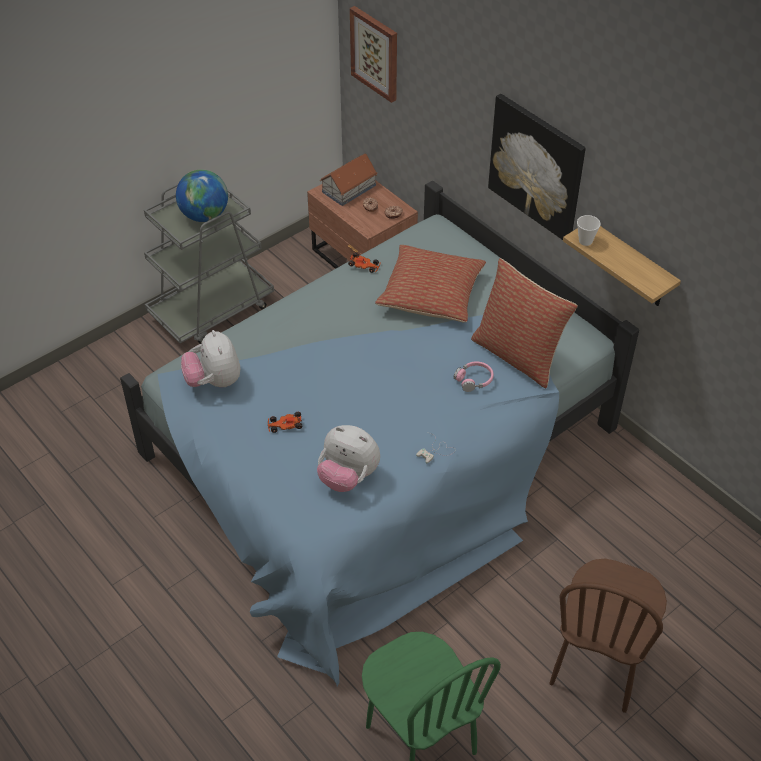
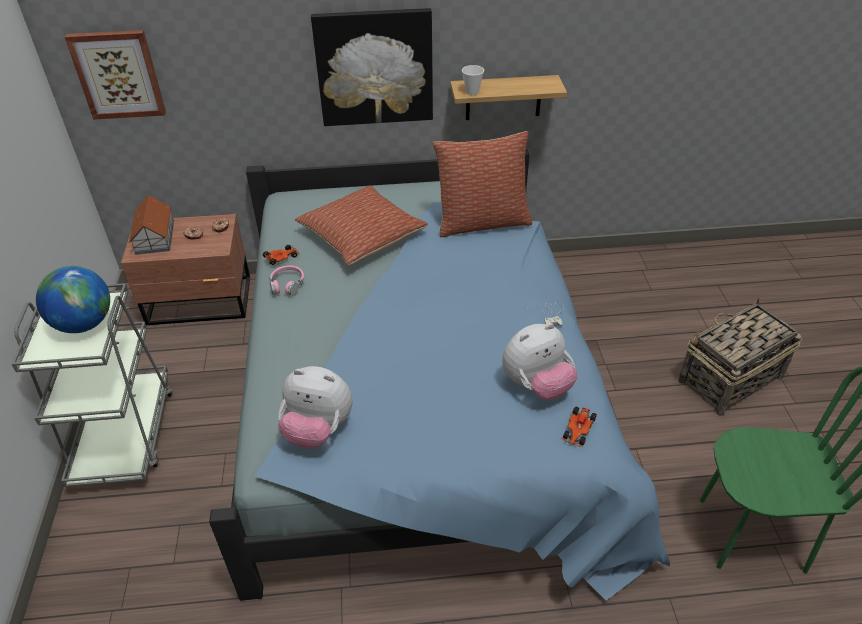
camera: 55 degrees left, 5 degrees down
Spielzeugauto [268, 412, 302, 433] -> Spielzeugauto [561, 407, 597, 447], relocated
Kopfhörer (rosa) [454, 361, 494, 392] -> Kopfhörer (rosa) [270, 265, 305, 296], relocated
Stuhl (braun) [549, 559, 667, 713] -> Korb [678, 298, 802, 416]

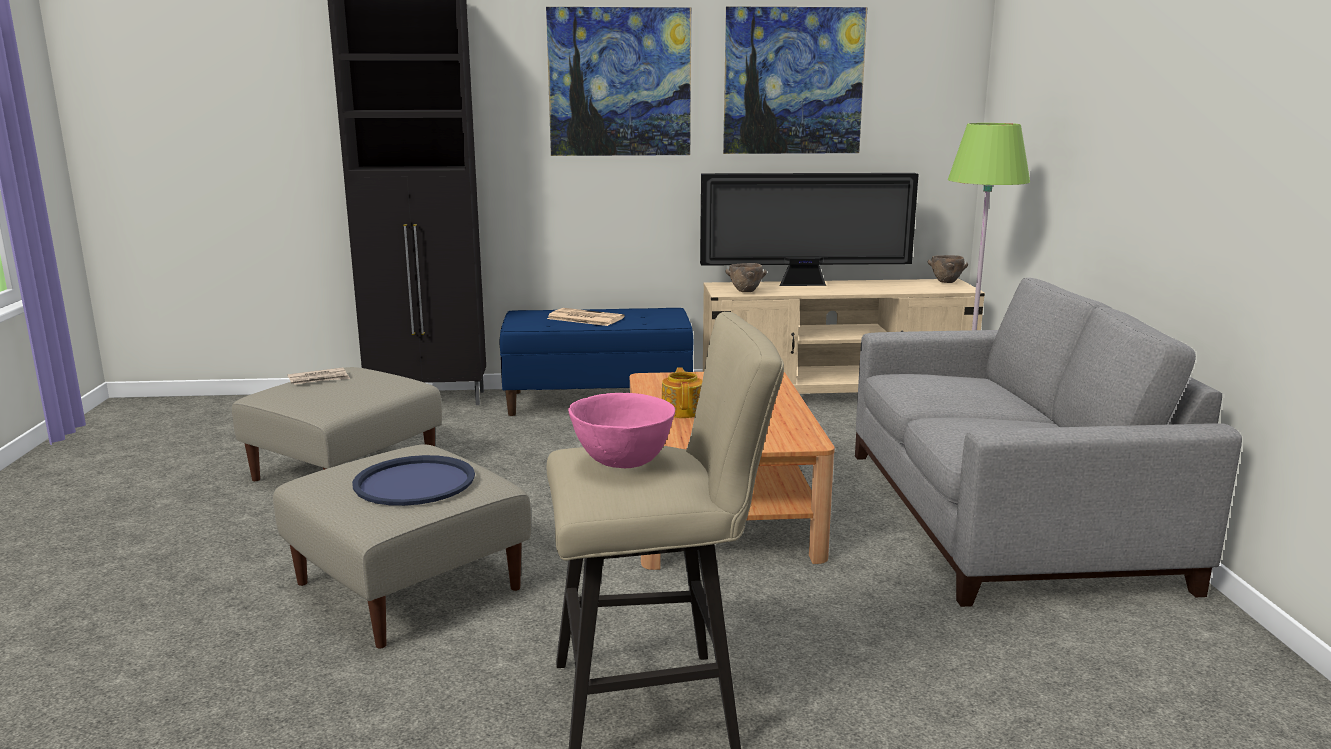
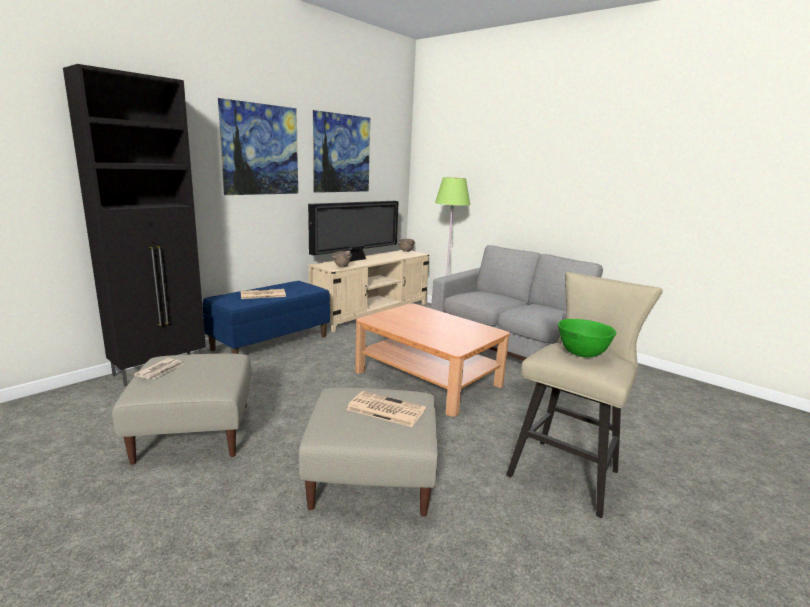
camera: 45 degrees left, 0 degrees up
Tablett (blau) [352, 455, 475, 506] -> Zeitung [346, 391, 426, 427]
Schüssel (rosa) [568, 393, 675, 468] -> Schüssel (grün) [558, 319, 616, 358]
Teekanne [662, 367, 703, 418] -> none

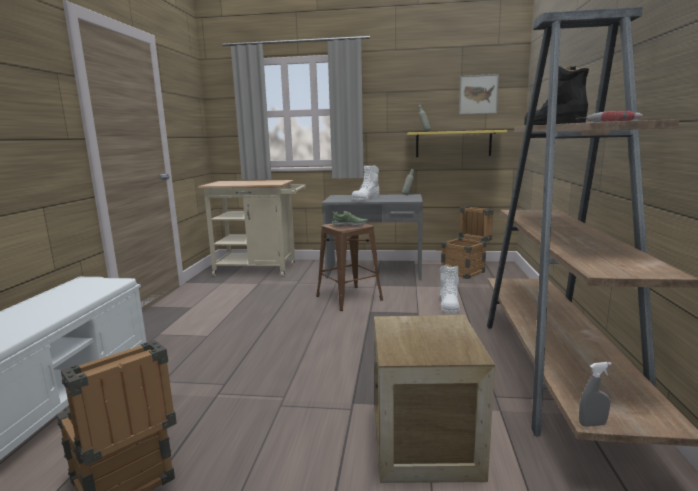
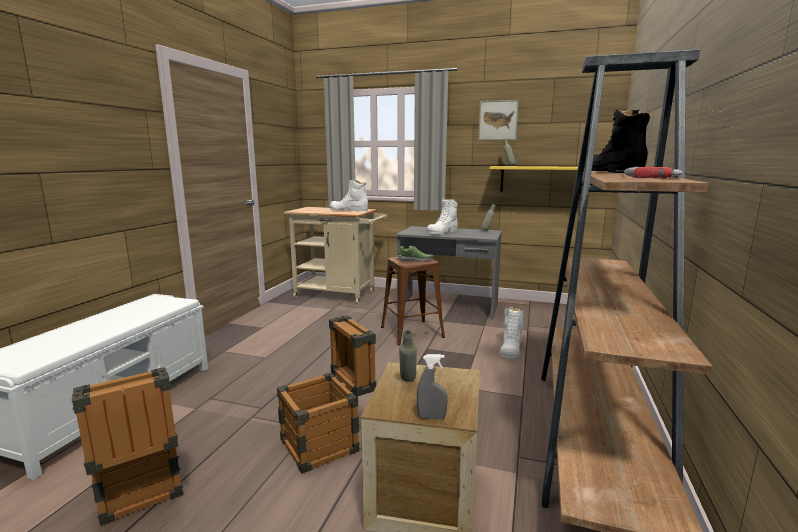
camera: 10 degrees right, 0 degrees up
Kiste [441, 206, 494, 279] -> Kiste [277, 315, 376, 474], relocated
Bild [459, 74, 499, 115] -> Bild [478, 100, 519, 140], relocated
Sprühflasche (grau) [579, 362, 612, 427] -> Sprühflasche (grau) [417, 354, 448, 420], relocated
none -> Stiefel (weiß) [330, 180, 368, 211]
none -> Flasche (grau) [399, 330, 417, 382]

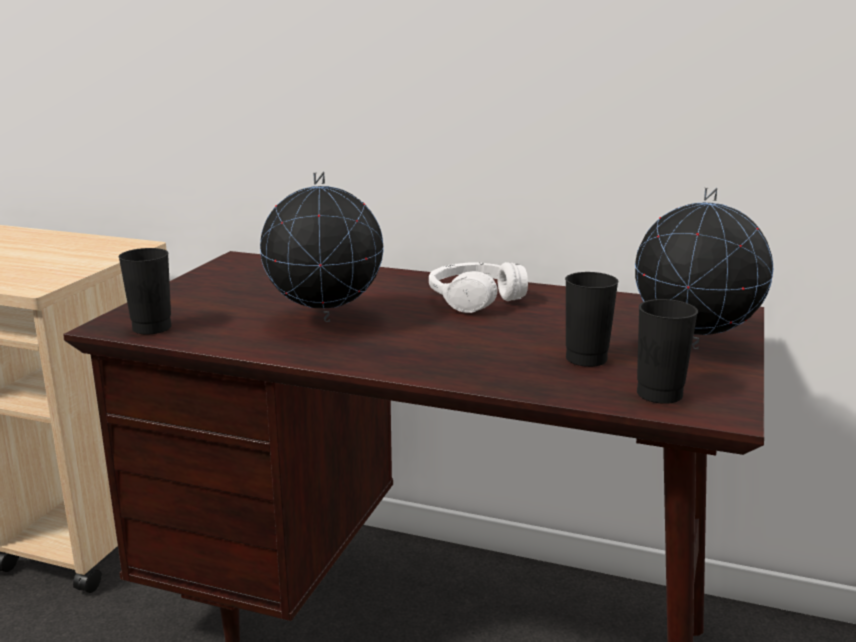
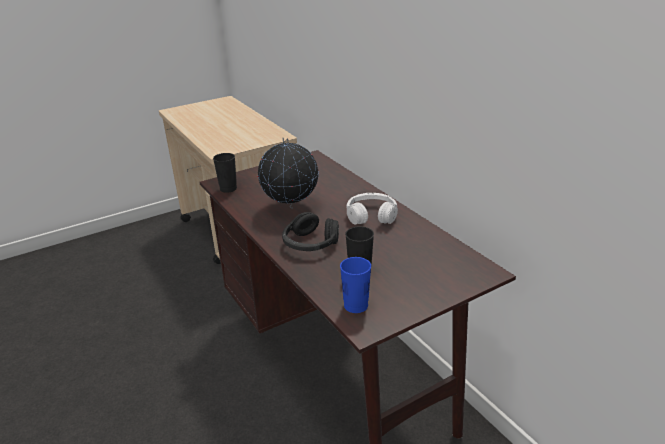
camera: 40 degrees right, 10 degrees up
Globus [635, 188, 773, 349] -> none
Tasse (schwarz) [637, 299, 698, 404] -> Tasse (blau) [340, 257, 371, 313]
none -> Kopfhörer (schwarz) [282, 212, 339, 251]

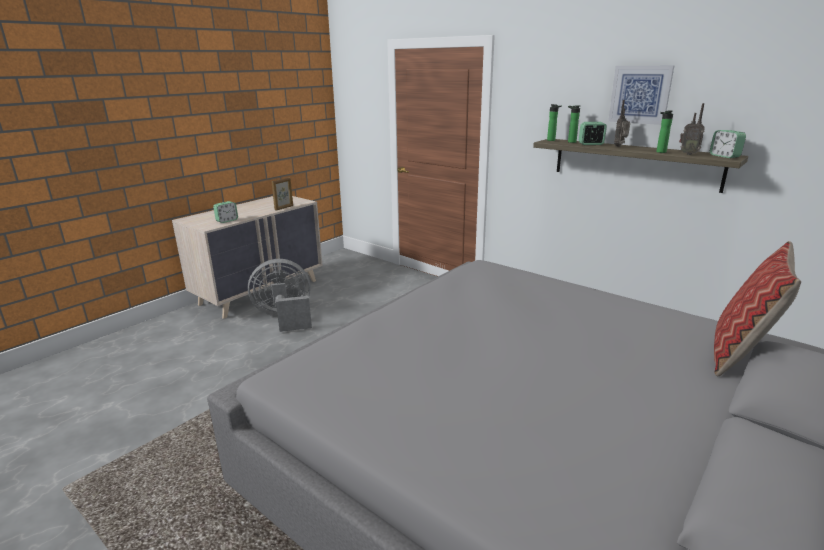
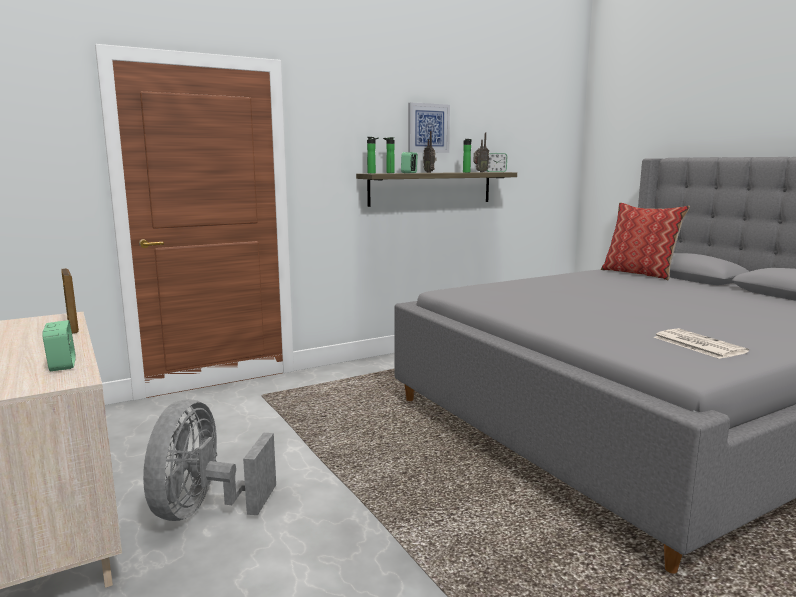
camera: 70 degrees left, 10 degrees down
none -> Zeitung [654, 328, 749, 359]

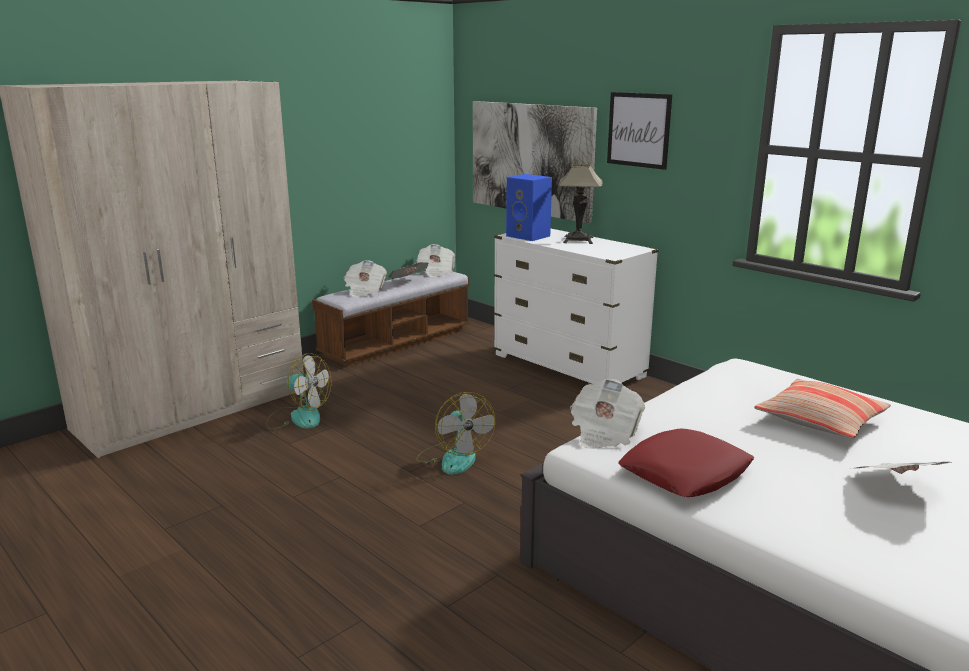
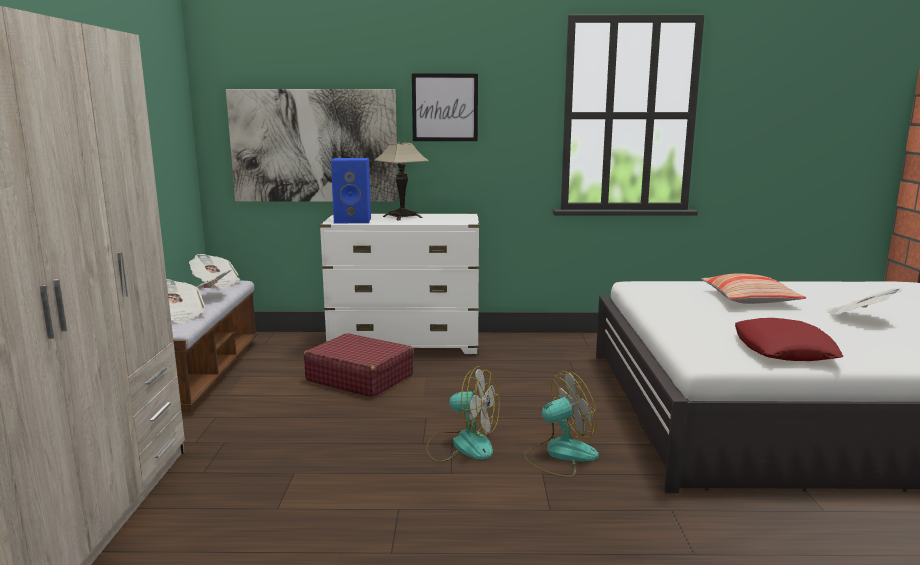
camera: 45 degrees left, 5 degrees down
Ventilator [266, 353, 332, 429] -> Ventilator [524, 371, 599, 477], relocated
Zeitung [570, 379, 645, 449] -> none
none -> Koffer (rot) [304, 333, 414, 397]

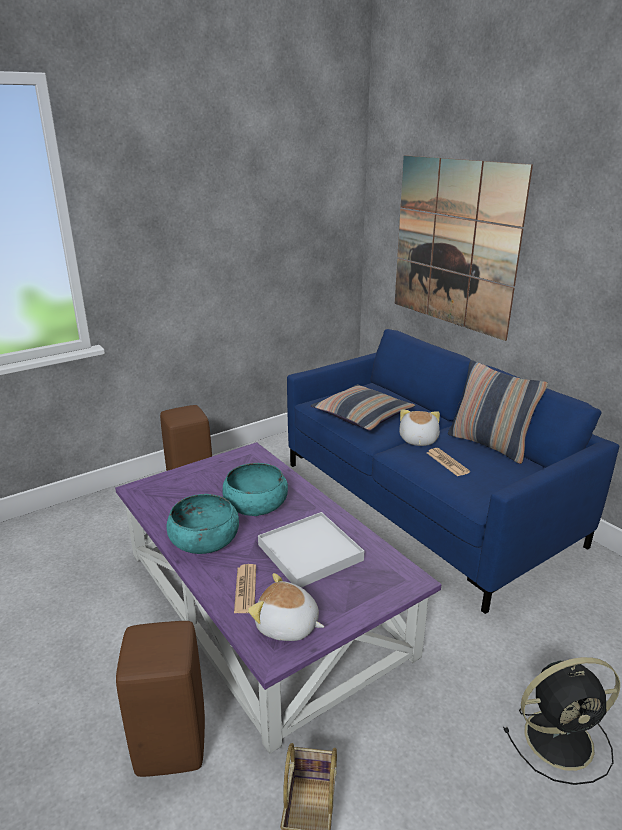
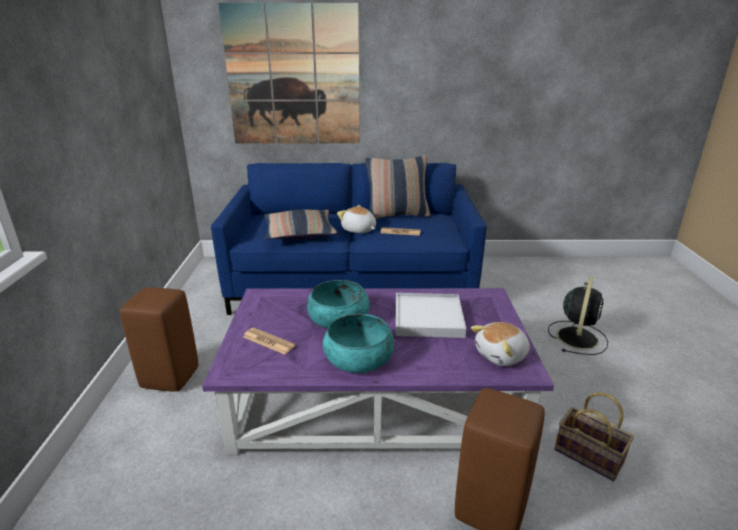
camera: 55 degrees left, 0 degrees up
Zeitung [234, 564, 256, 613] -> Zeitung [243, 328, 296, 355], relocated

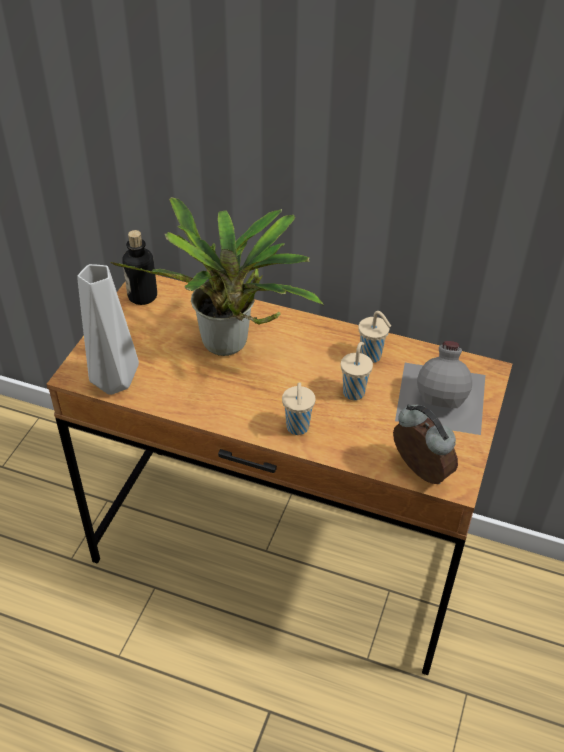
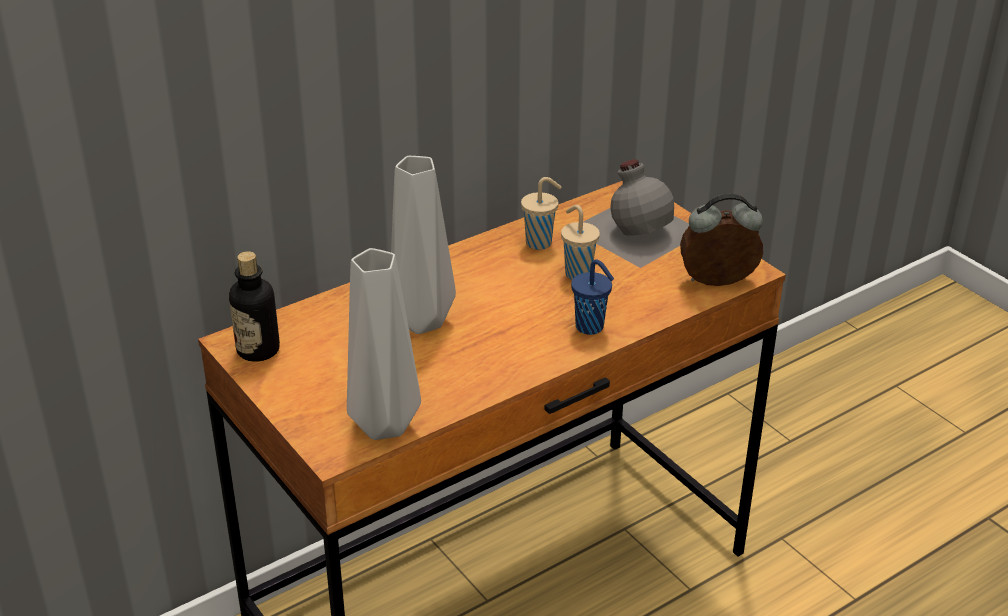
camera: 55 degrees left, 10 degrees down
Topfpflanze [110, 197, 324, 356] -> Vase (grau) [391, 156, 456, 334]
Tasse (beige) [282, 382, 316, 435] -> Tasse (blau) [571, 260, 614, 335]

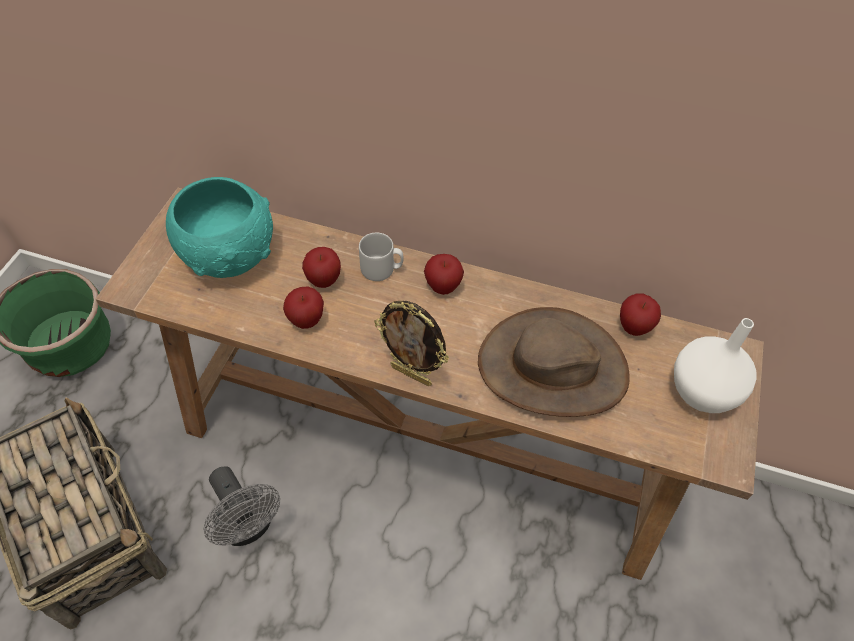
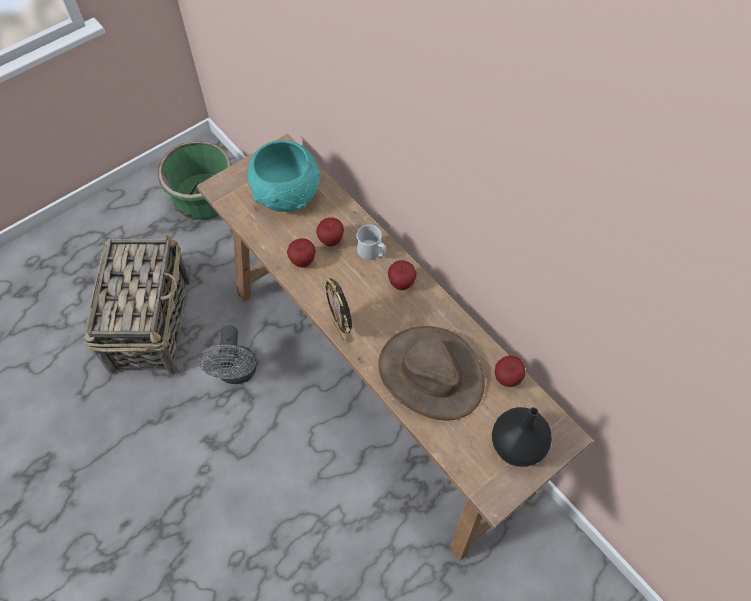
camera: 35 degrees right, 5 degrees up
Vase (weiß) [674, 318, 757, 413] -> Vase (schwarz) [492, 407, 552, 467]

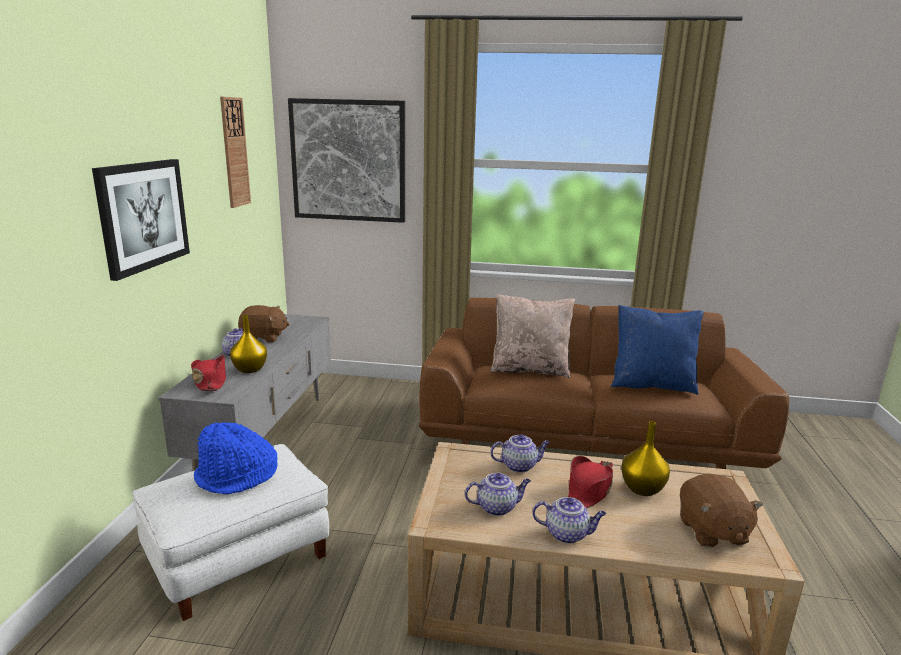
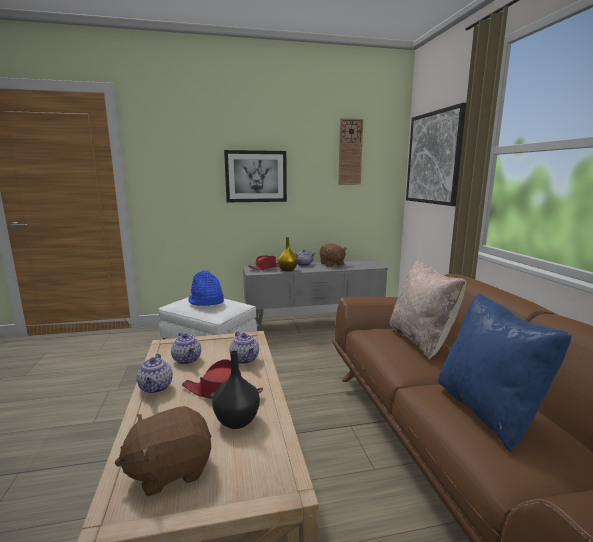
camera: 70 degrees right, 5 degrees down
Vase (gelb) [621, 421, 670, 496] -> Vase (schwarz) [212, 351, 260, 429]

